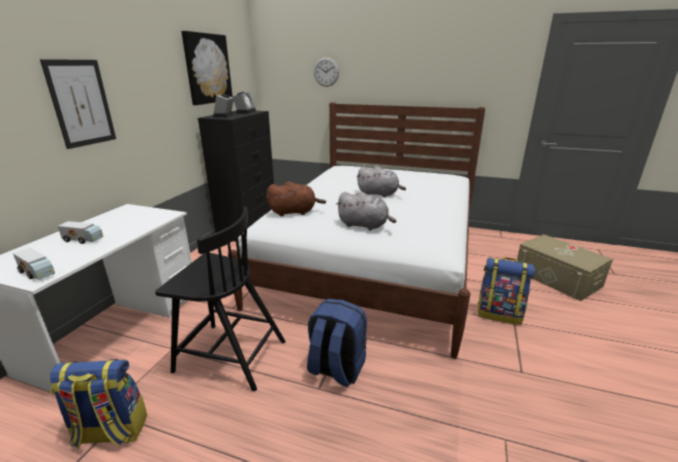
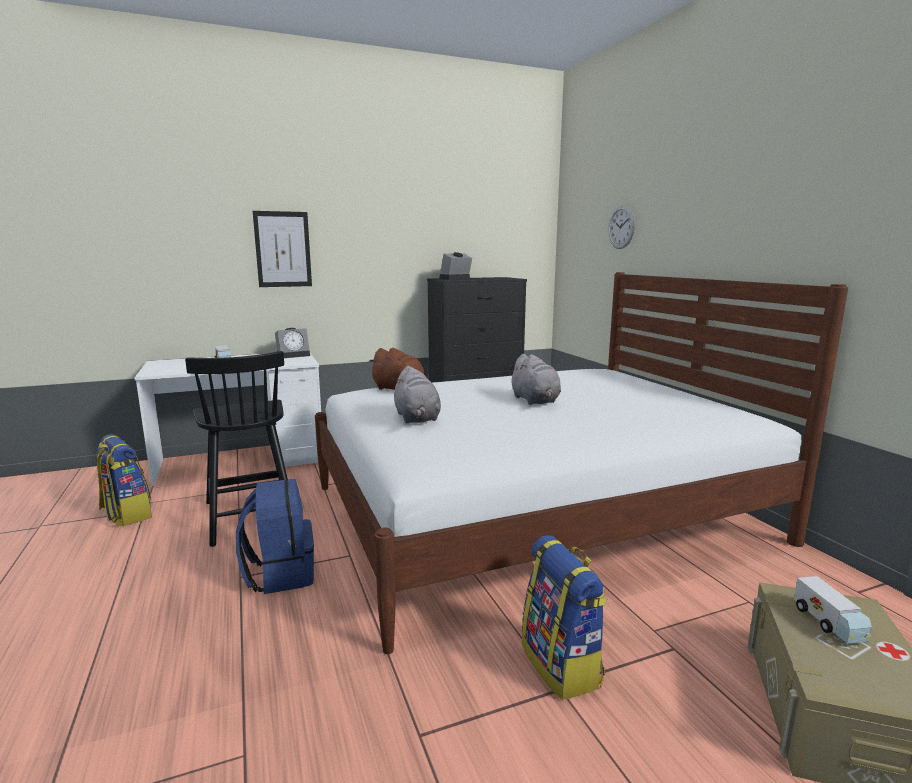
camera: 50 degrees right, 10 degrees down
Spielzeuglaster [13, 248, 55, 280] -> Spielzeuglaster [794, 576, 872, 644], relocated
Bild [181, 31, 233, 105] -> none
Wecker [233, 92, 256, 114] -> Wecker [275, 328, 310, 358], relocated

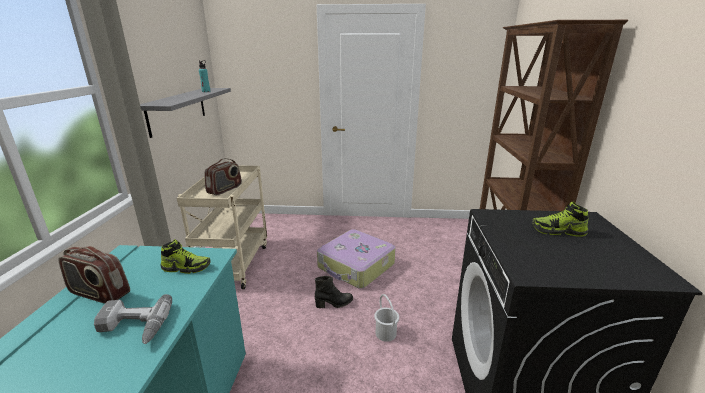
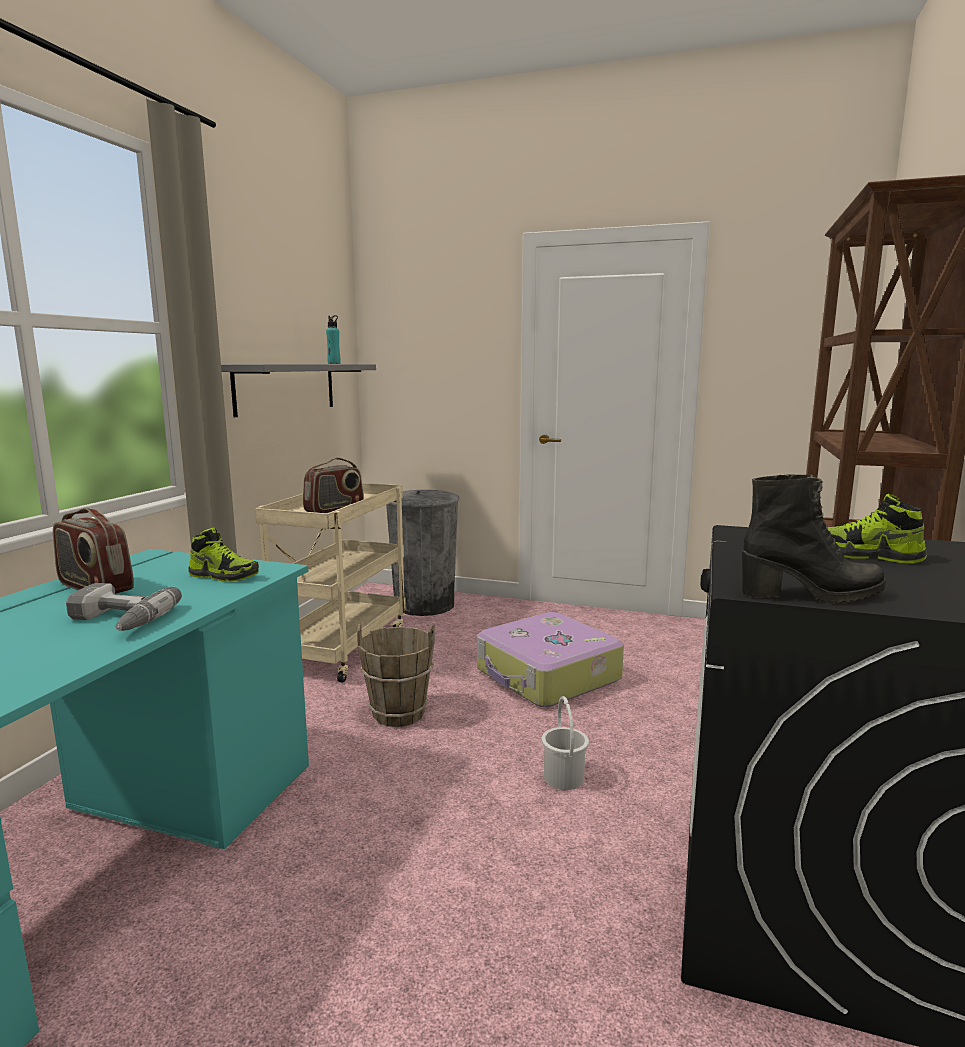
camera: 15 degrees right, 10 degrees down
Stiefel (schwarz) [315, 276, 353, 308] -> Stiefel (schwarz) [742, 474, 886, 604], relocated
none -> Eimer (braun) [357, 623, 435, 727]
none -> Mülleimer (grau) [386, 490, 459, 616]

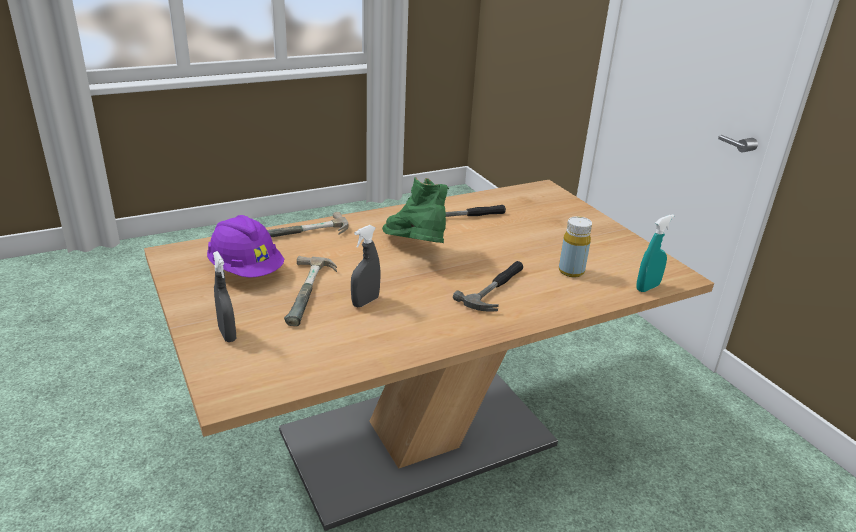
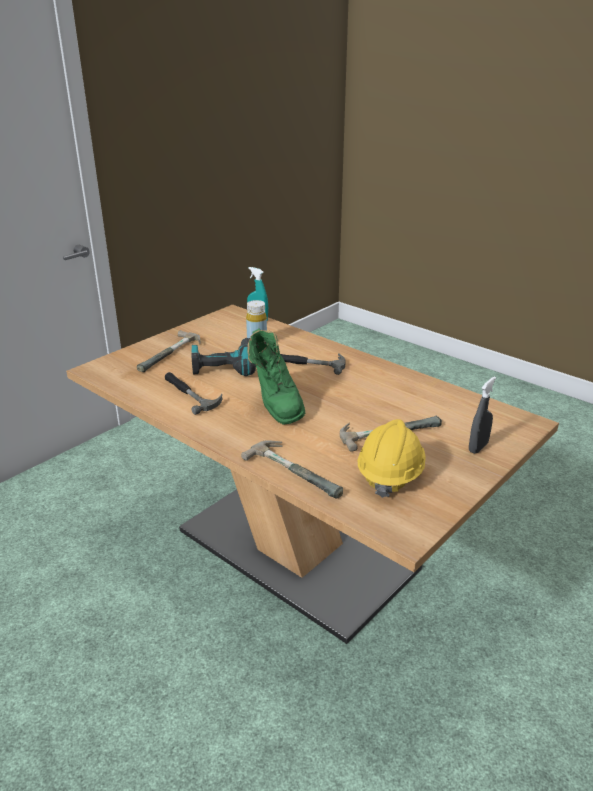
camera: 110 degrees left, 0 degrees up
Schutzhelm (lila) [207, 215, 284, 278] -> Schutzhelm (gelb) [358, 419, 426, 498]
Sprühflasche (grau) [351, 225, 381, 307] -> none
Stiefel (grün) [382, 177, 449, 243] -> Stiefel (grün) [247, 328, 305, 425], 60 degrees counterclockwise
none -> Hammer [137, 330, 200, 372]
none -> Bohrmaschine [191, 338, 256, 376]

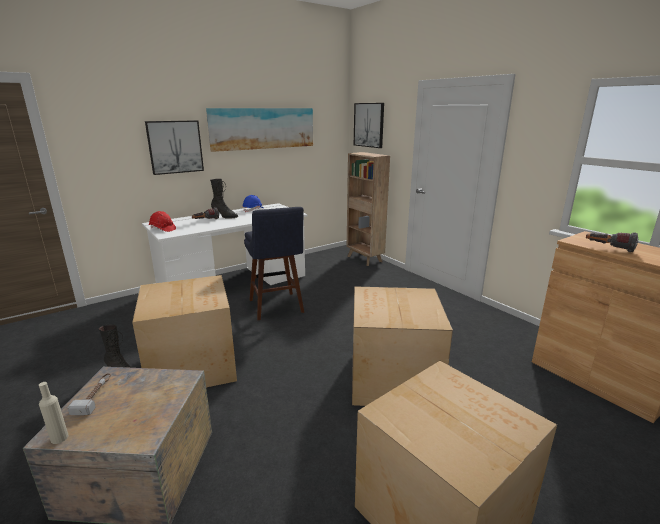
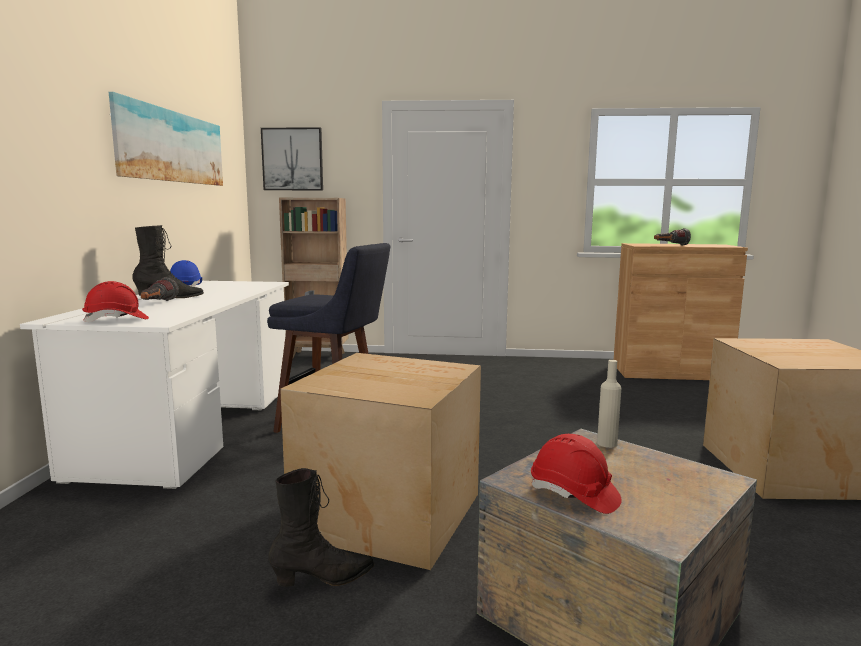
camera: 50 degrees left, 10 degrees down
Flasche (beige) [39, 382, 69, 444] -> Flasche (beige) [597, 360, 621, 448], relocated
Hammer [67, 373, 111, 415] -> Schutzhelm (rot) [531, 434, 622, 514]
Bild [145, 120, 204, 175] -> none
Karton [352, 286, 453, 406] -> none

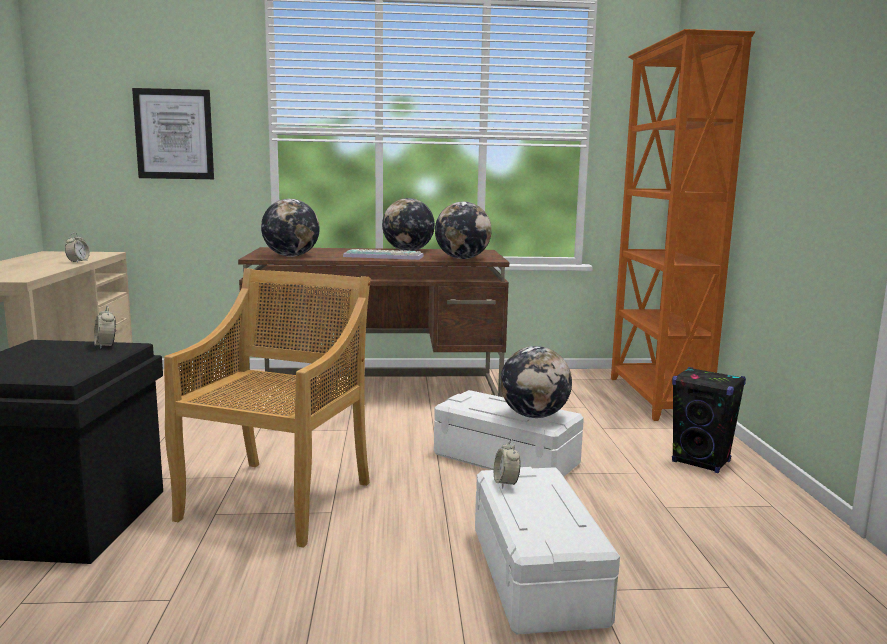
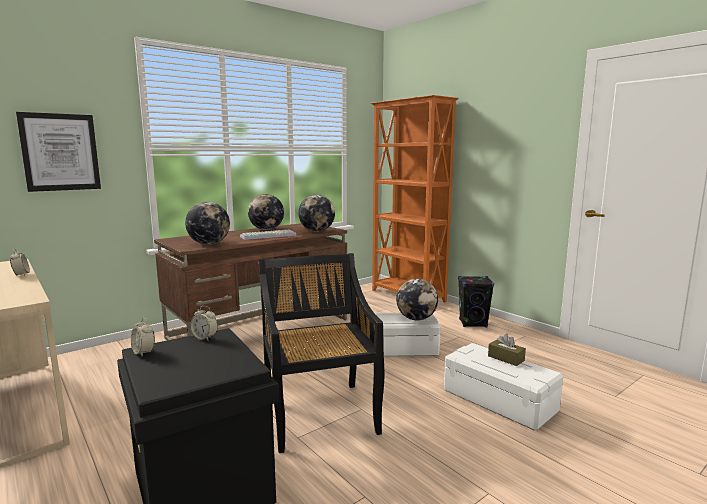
camera: 35 degrees left, 0 degrees up
Stuhl (beige) [164, 268, 371, 548] -> Stuhl (schwarz) [259, 253, 385, 453]
Wecker [494, 440, 520, 489] -> Wecker [131, 318, 155, 356], relocated
none -> Taschentuchbox (braun) [488, 334, 526, 366]

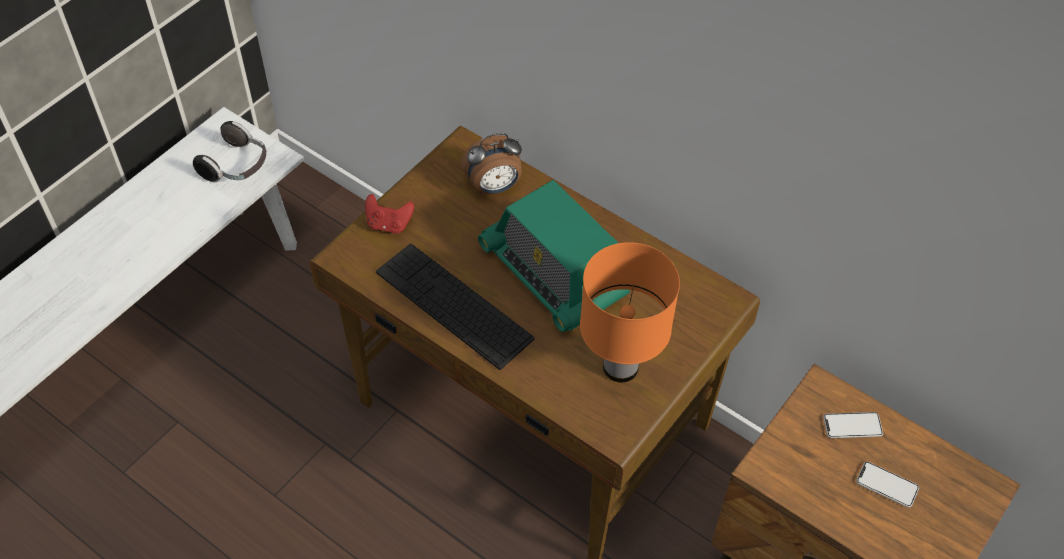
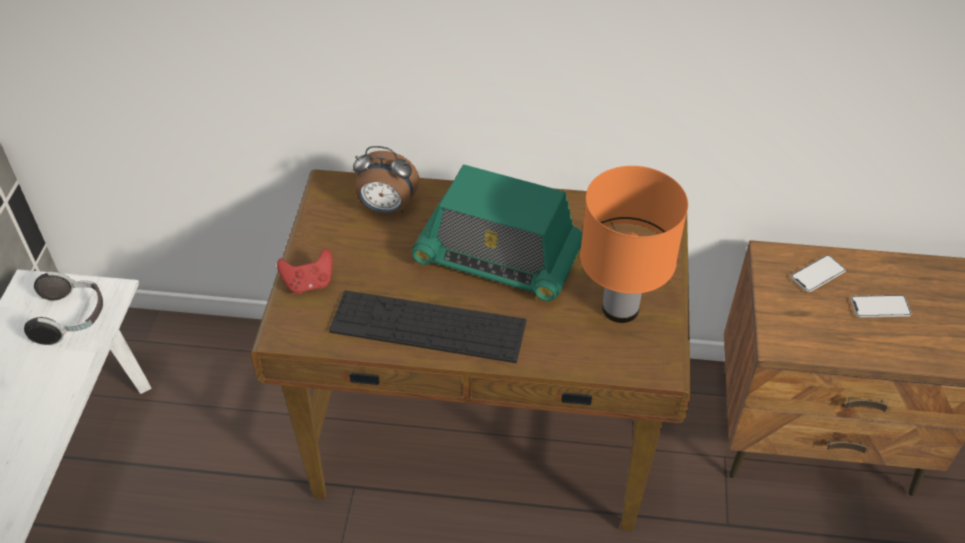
camera: 30 degrees left, 5 degrees down
Wecker [461, 133, 522, 194] -> Wecker [353, 146, 419, 214], 60 degrees clockwise

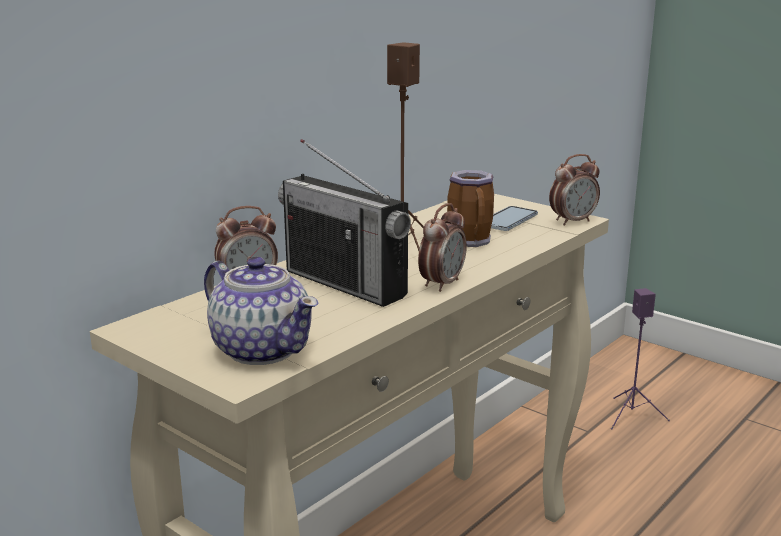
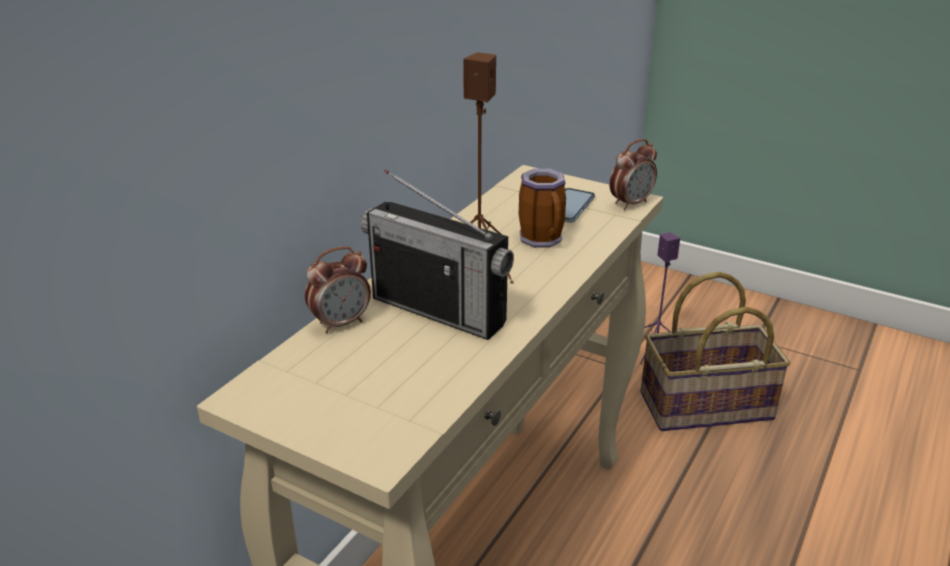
camera: 10 degrees left, 10 degrees up
Teekanne [204, 257, 318, 365] -> none
Wecker [418, 203, 467, 292] -> none
none -> Korb [641, 272, 790, 431]

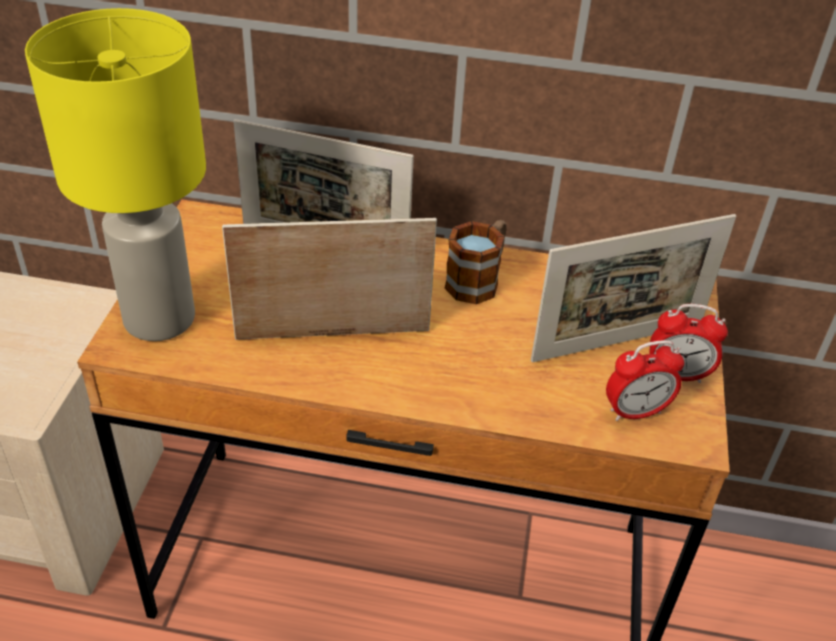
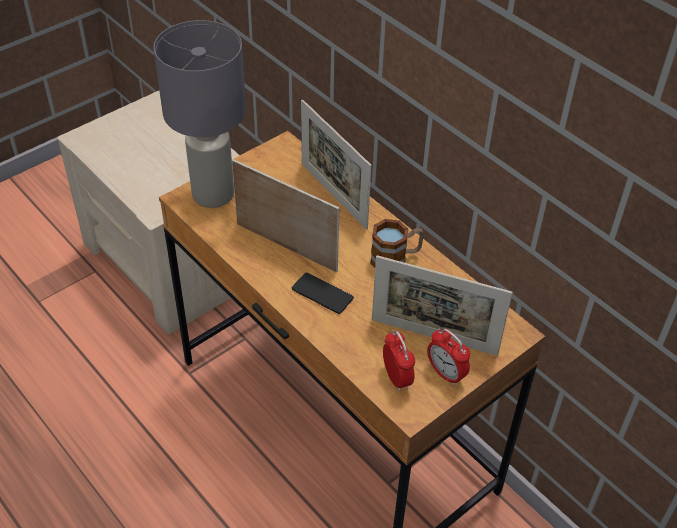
camera: 40 degrees right, 5 degrees up
Tischlampe (gelb) [25, 8, 206, 341] -> Tischlampe (grau) [154, 20, 246, 208]
Wecker [606, 340, 684, 421] -> Wecker [383, 330, 415, 392], 135 degrees counterclockwise
none -> Handy [292, 272, 354, 314]

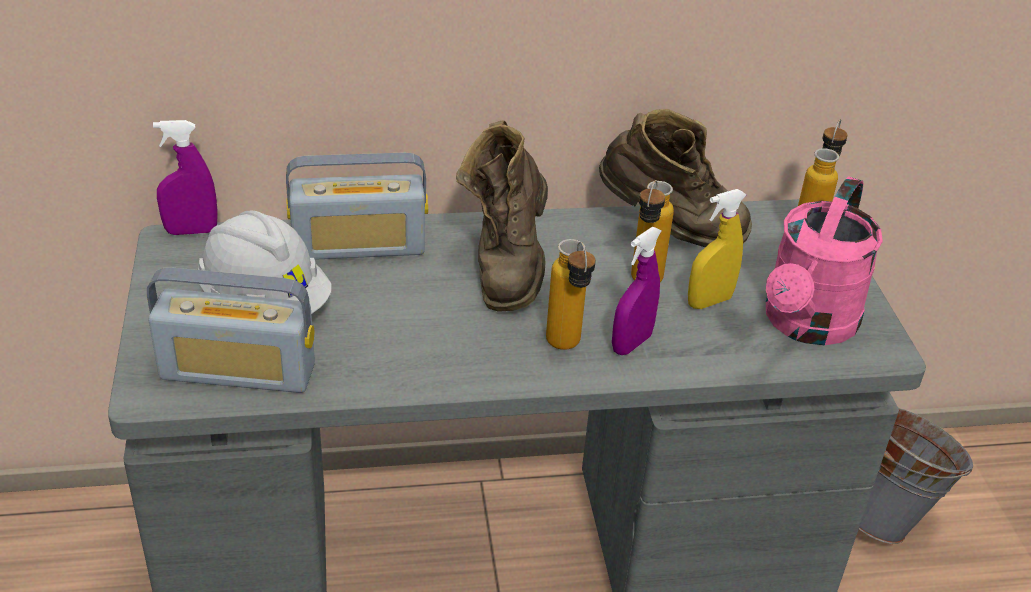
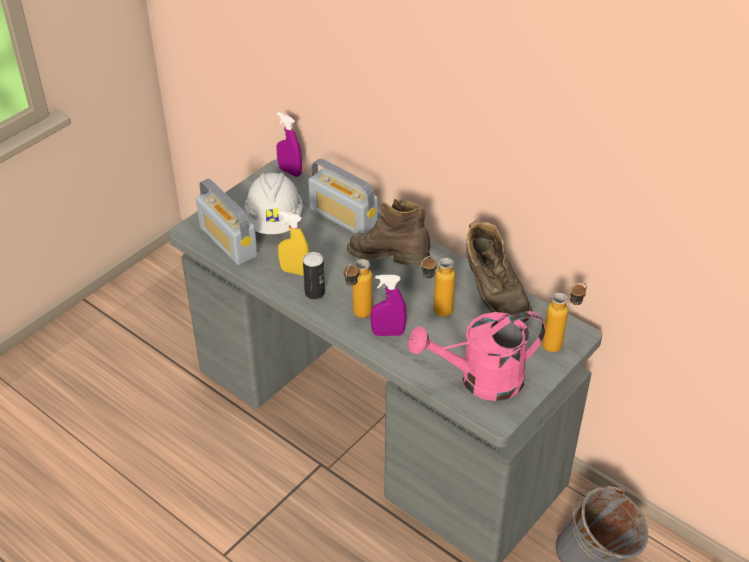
camera: 50 degrees right, 5 degrees up
Stiefel (braun) [456, 121, 548, 312] -> Stiefel (braun) [347, 199, 431, 266], 75 degrees clockwise
Sprühflasche (gelb) [688, 189, 746, 309] -> Sprühflasche (gelb) [278, 211, 310, 276], relocated
none -> Dose [303, 252, 325, 299]

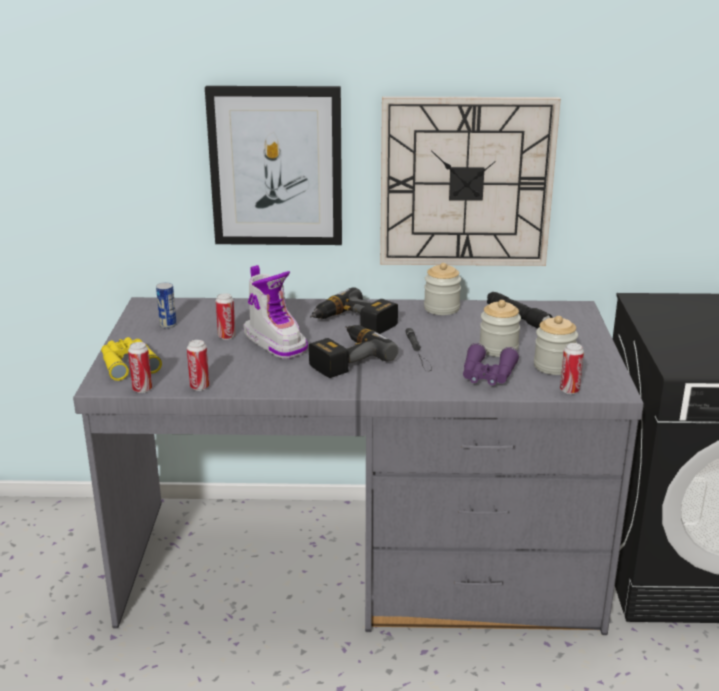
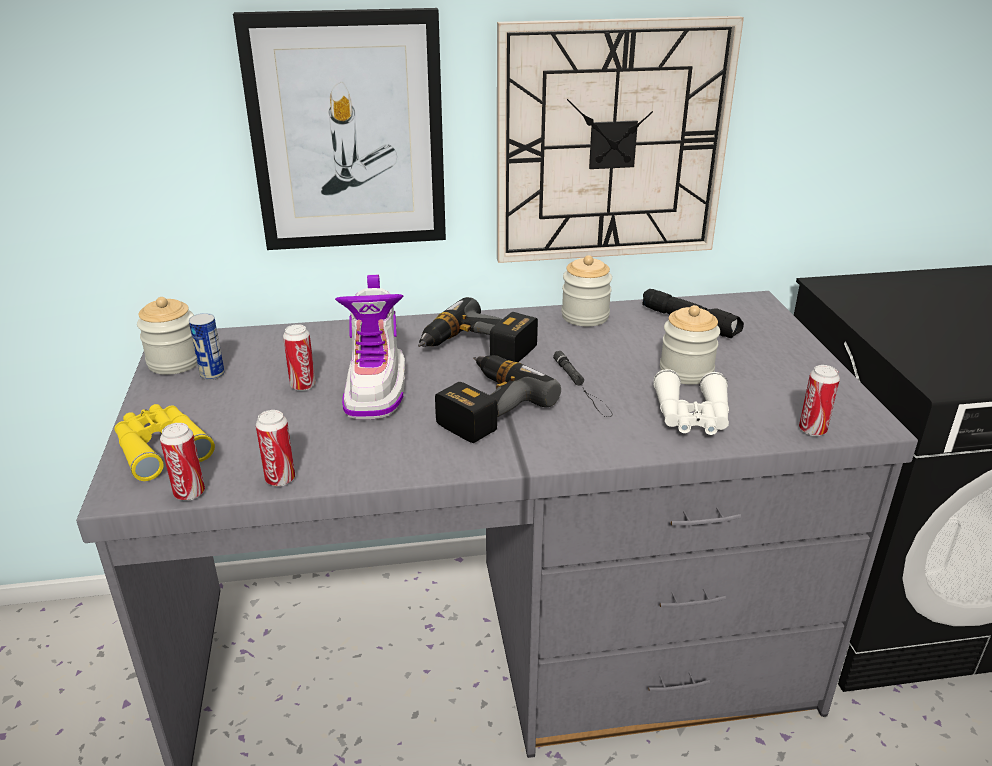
camera: 10 degrees left, 5 degrees up
Stiefel [243, 265, 308, 359] -> Stiefel [335, 275, 405, 420], 45 degrees clockwise
Fernglas (lila) [463, 343, 519, 386] -> Fernglas (weiß) [653, 369, 729, 435]
Vorratsglas [534, 316, 578, 375] -> Vorratsglas [137, 297, 198, 375], relocated

